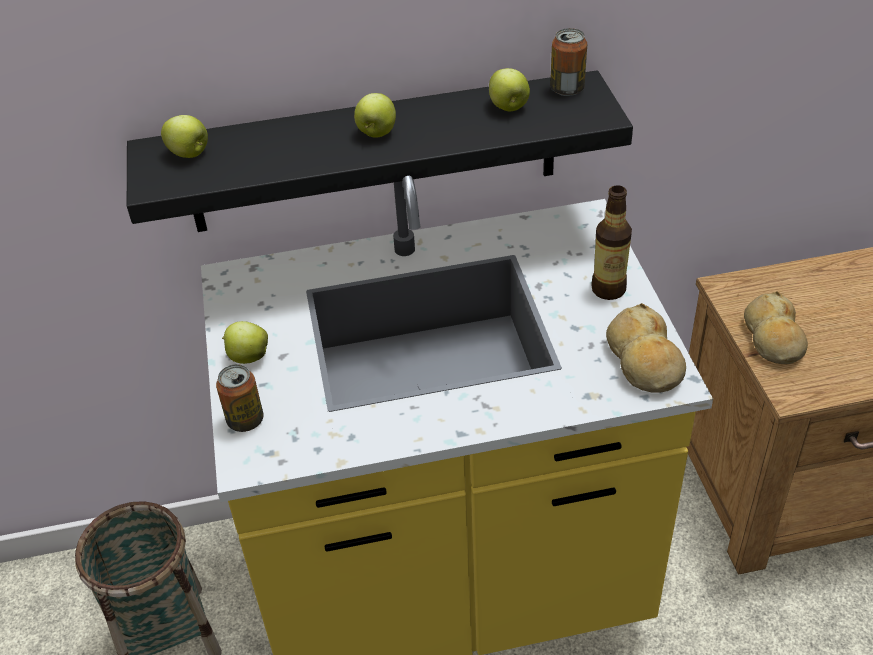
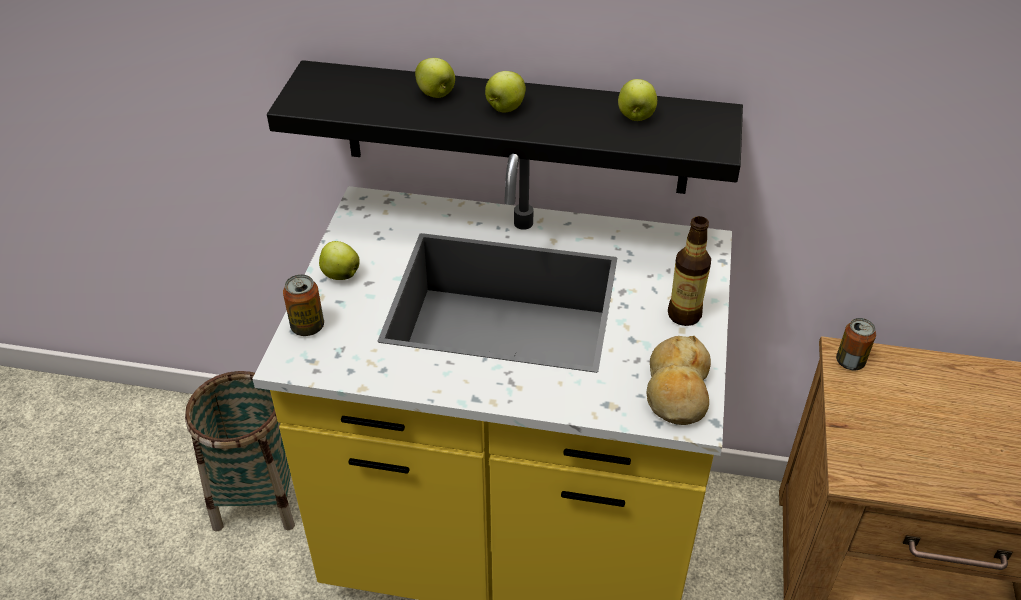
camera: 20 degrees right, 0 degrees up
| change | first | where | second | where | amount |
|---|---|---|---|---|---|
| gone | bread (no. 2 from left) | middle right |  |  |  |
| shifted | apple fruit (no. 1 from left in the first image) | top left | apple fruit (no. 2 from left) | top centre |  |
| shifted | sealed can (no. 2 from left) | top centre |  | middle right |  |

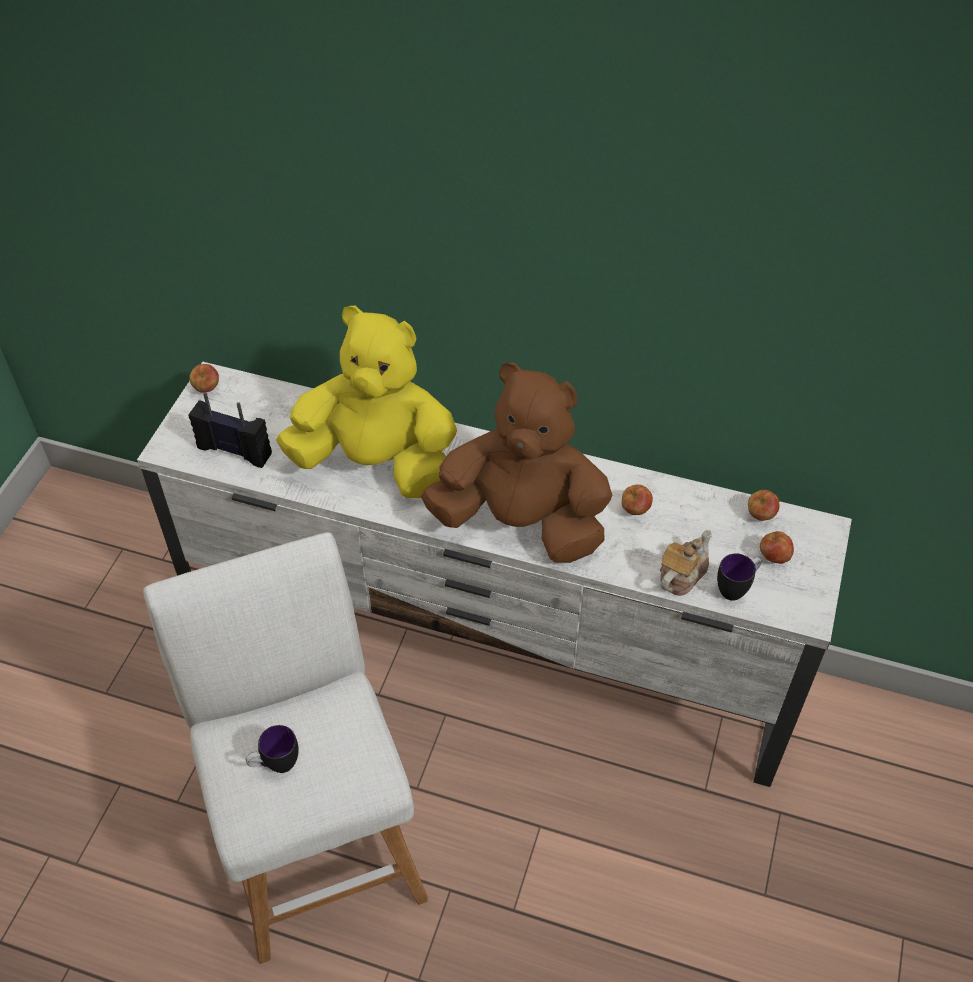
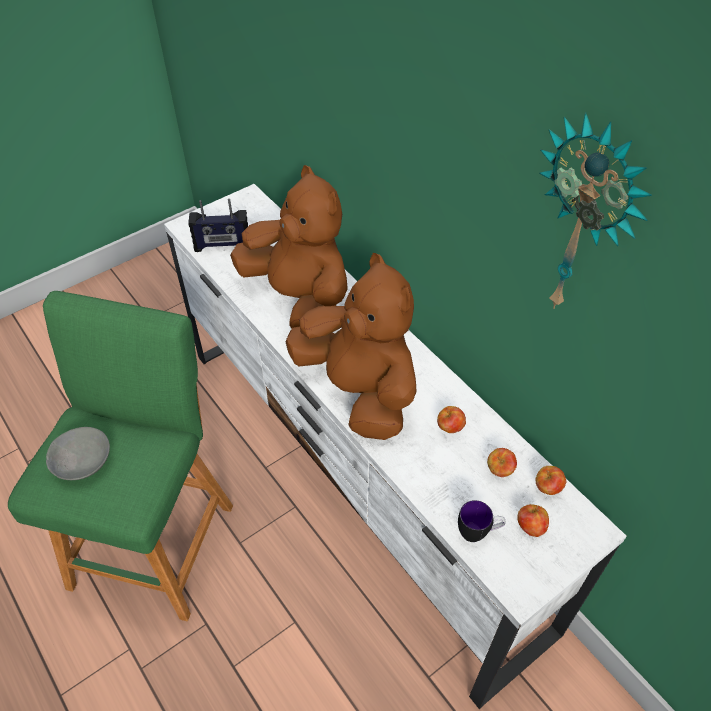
camera: 35 degrees right, 0 degrees up
| change | first | where | second | where | amount |
|---|---|---|---|---|---|
| gone | pot for tea | middle right |  |  |  |
| new |  |  | hanging clock | top right |  |
| shifted | apple fruit (no. 1 from left in the first image) | middle left | apple fruit (no. 2 from left) | middle right |  |
| swapped | tea mug (no. 1 from left) | bottom left | greyish deep dish | middle left |  |
| repainted | white-coloured sitting stool | bottom left | green sitting stool | middle left |  |
| repainted | yellowish cuddly toy | centre | brown-coloured cuddly toy (no. 1 from left) | centre |  |
| rotated | radio | middle left |  | top left | 120 degrees clockwise |

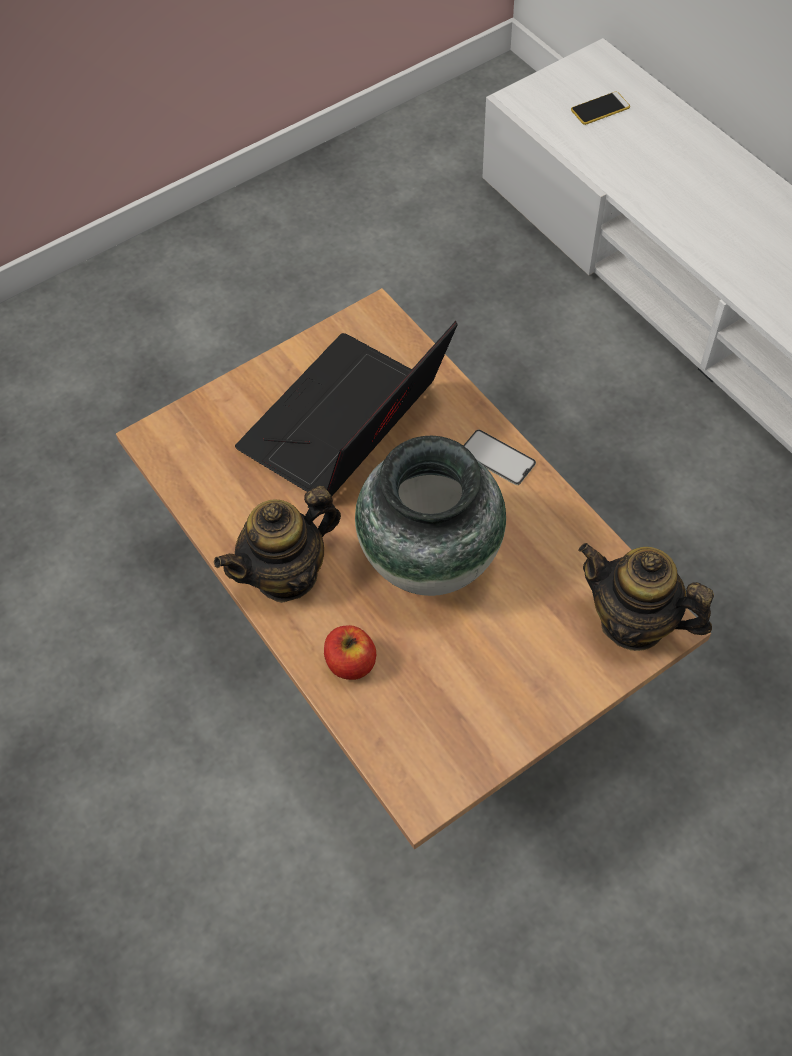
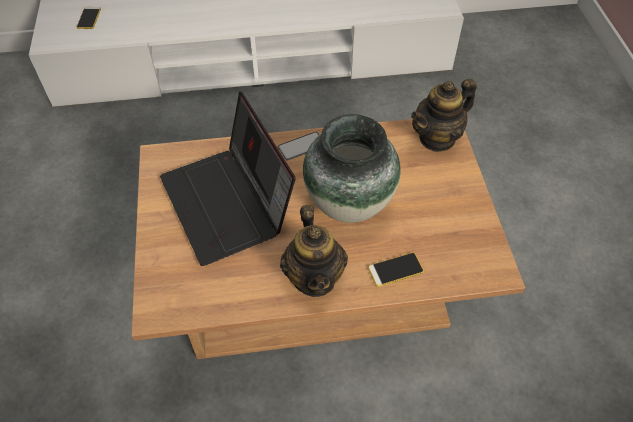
camera: 65 degrees left, 5 degrees down
| change | first | where | second | where | amount |
|---|---|---|---|---|---|
| swapped | apple fruit | centre | phone (no. 3 from left) | centre |  |

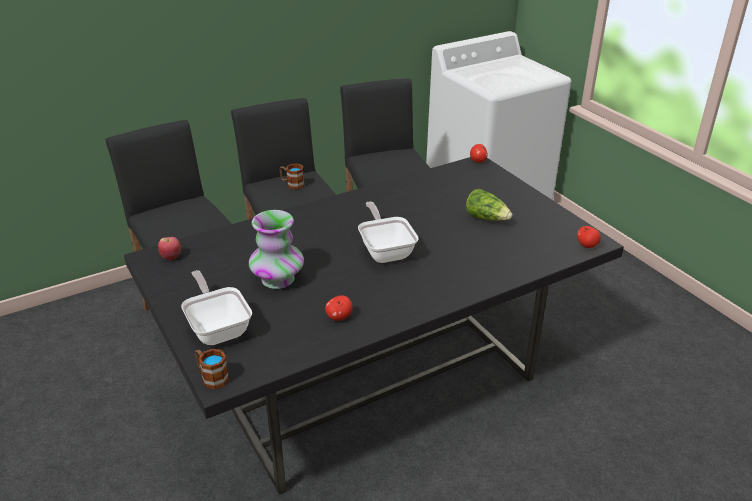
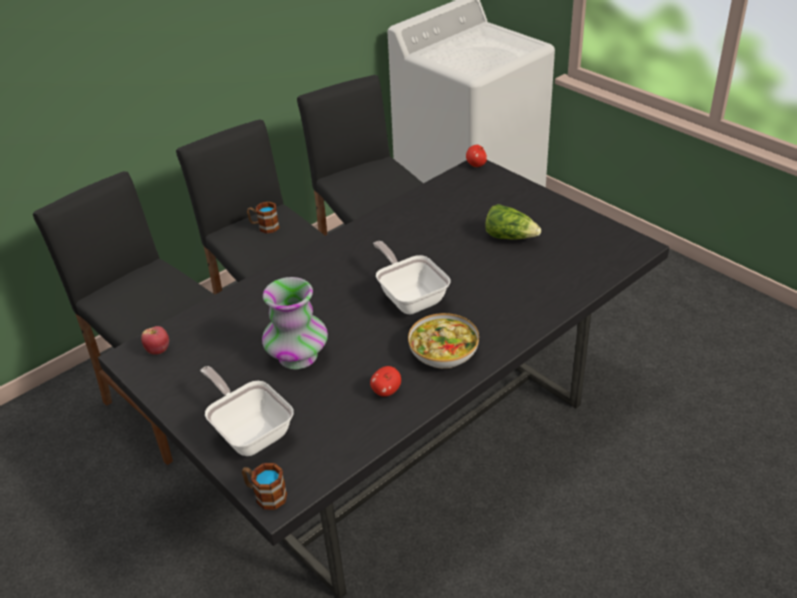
camera: 10 degrees left, 5 degrees up
| change | first | where | second | where | amount |
|---|---|---|---|---|---|
| gone | apple fruit (no. 4 from left) | middle right |  |  |  |
| new |  |  | deep dish | centre |  |

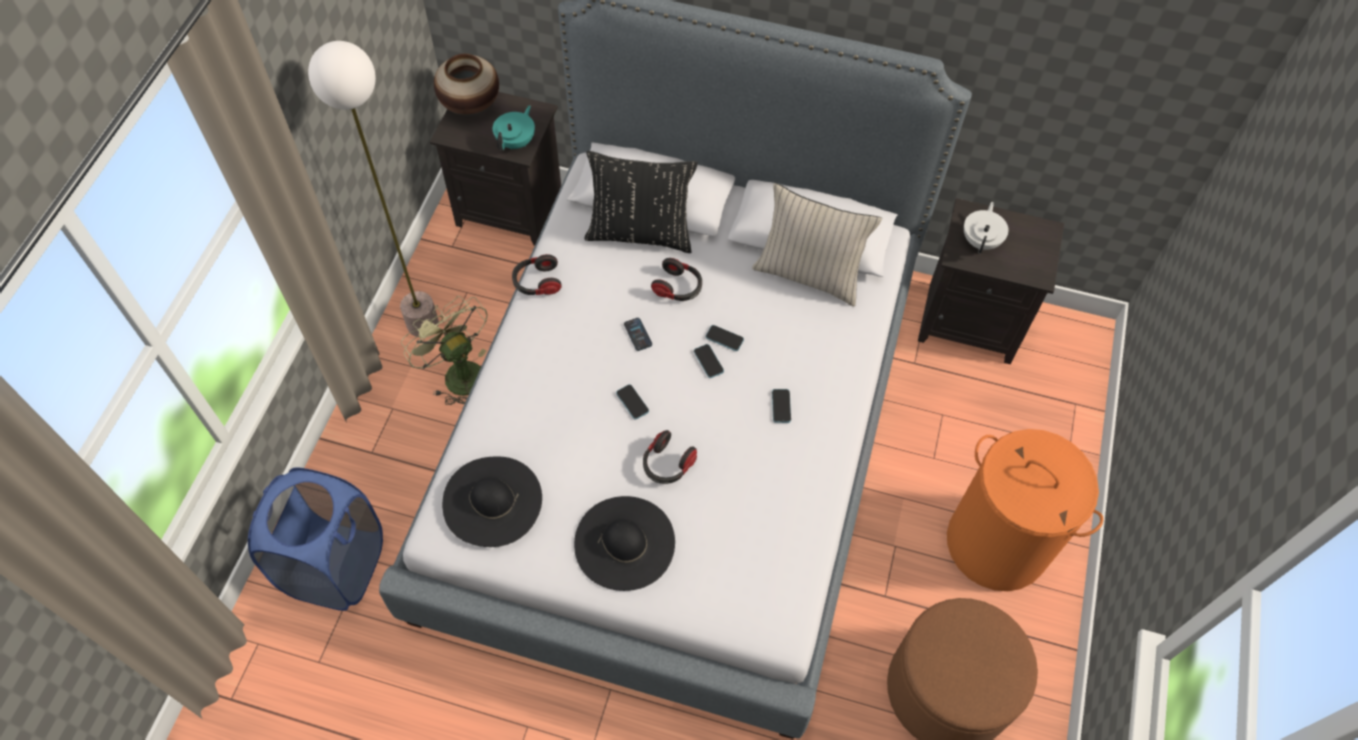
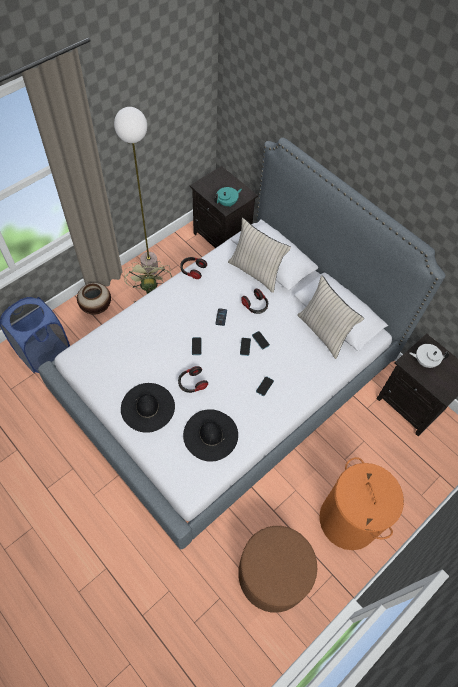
camera: 30 degrees right, 0 degrees up
| change | first | where | second | where | amount |
|---|---|---|---|---|---|
| shifted | decorative vase | top centre |  | middle left |  |
| shifted | blackish wearable hat (no. 1 from left in the first image) | bottom centre | blackish wearable hat (no. 2 from left) | centre |  |
| repainted | blackish cushion | top centre | beige-coloured cushion (no. 1 from left) | centre |  |
| rotated | white-coloured pot for tea | top right |  | middle right | 135 degrees counterclockwise |

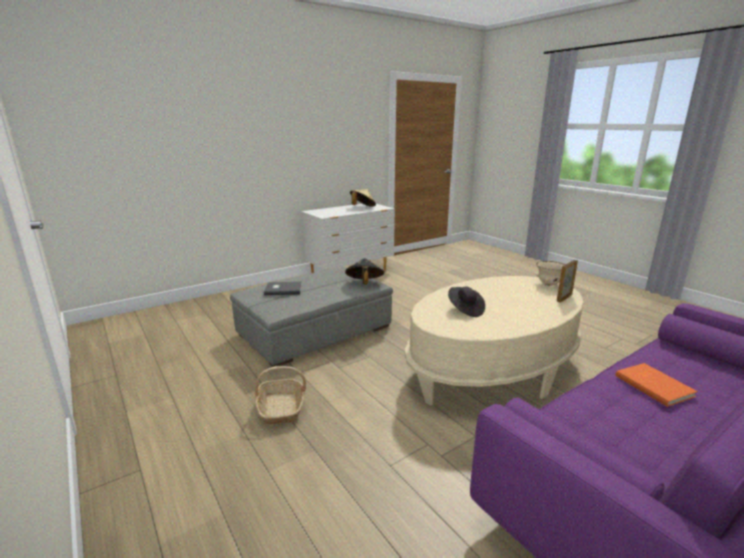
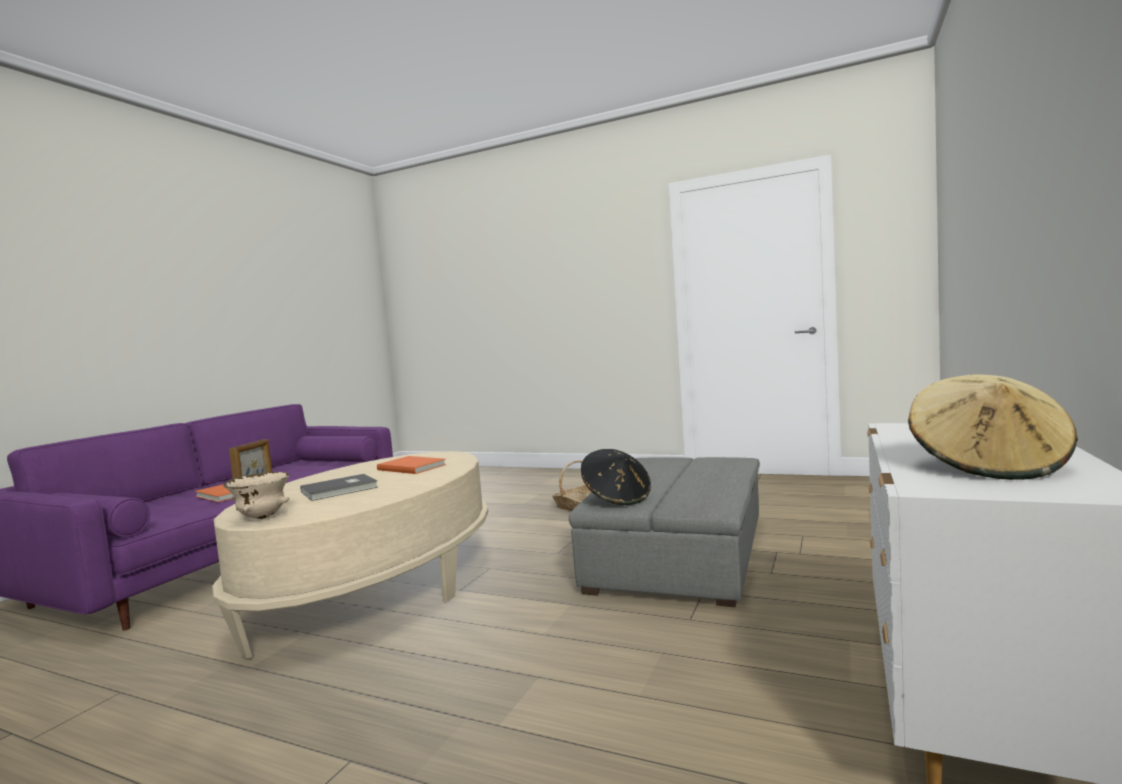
camera: 150 degrees right, 15 degrees down
| change | first | where | second | where | amount |
|---|---|---|---|---|---|
| shifted | greyish bound book | centre |  | middle left |  |
| swapped | blackish wearable hat (no. 2 from left) | centre | orange bound book (no. 2 from left) | centre |  |

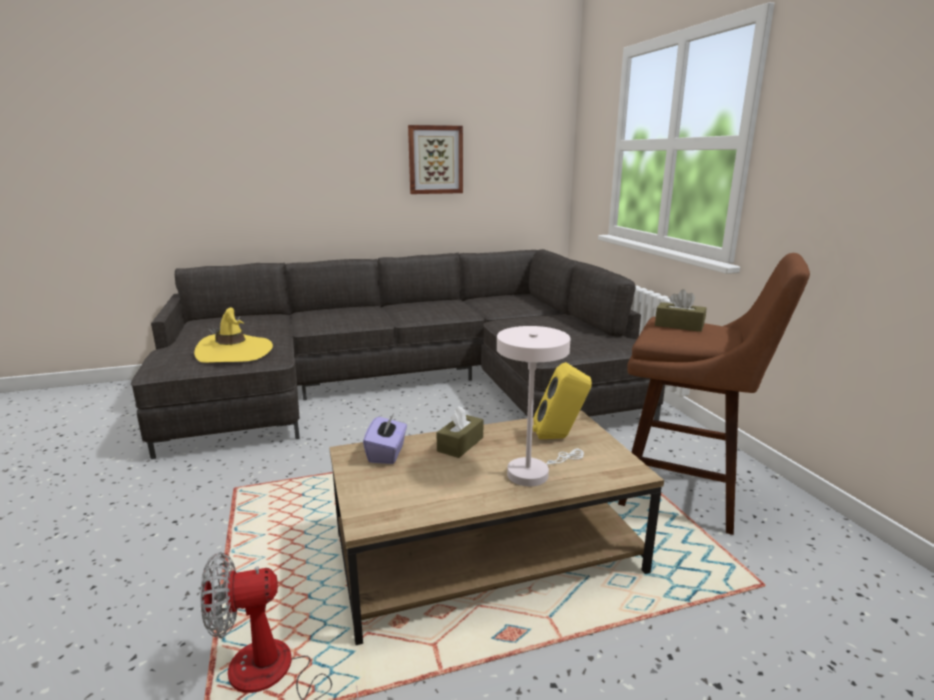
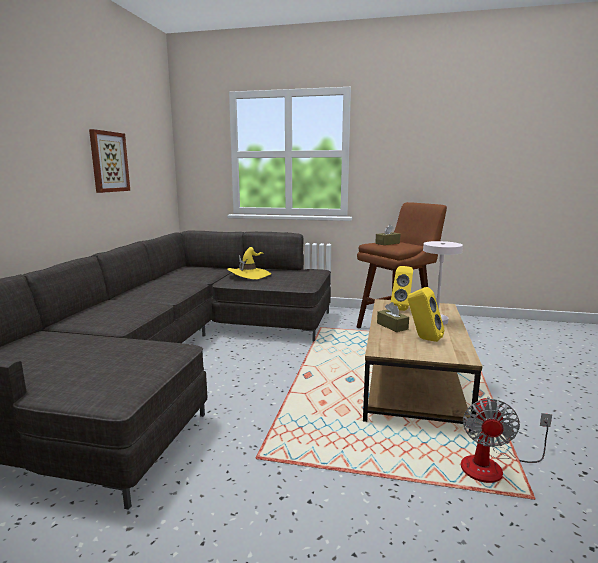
camera: 60 degrees left, 5 degrees down
| change | first | where | second | where | amount |
|---|---|---|---|---|---|
| gone | purple-coloured tissue holder | centre |  |  |  |
| new |  |  | yellowish speaker (no. 2 from left) | middle right |  |
| shifted | yellowish wearable hat | middle left |  | centre |  |

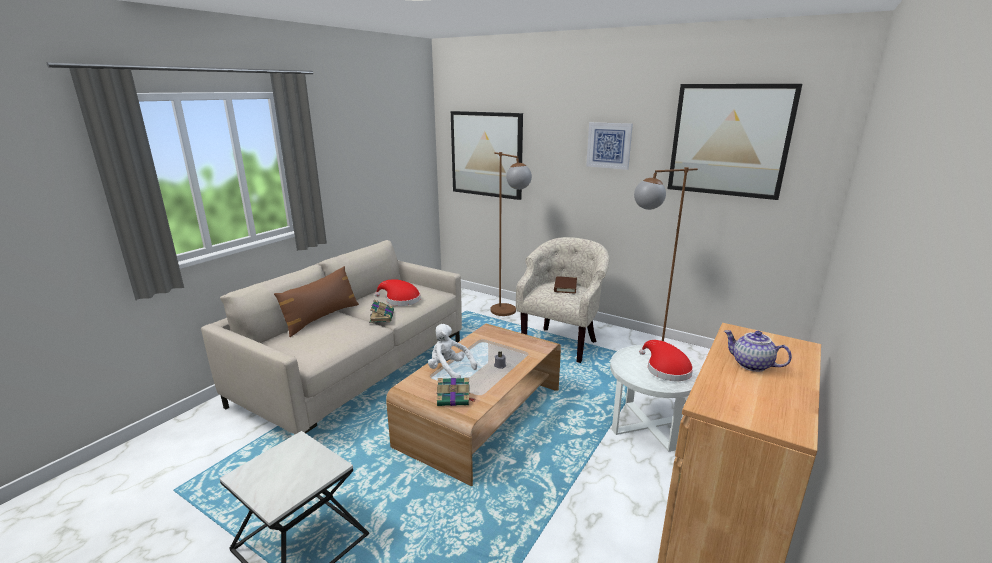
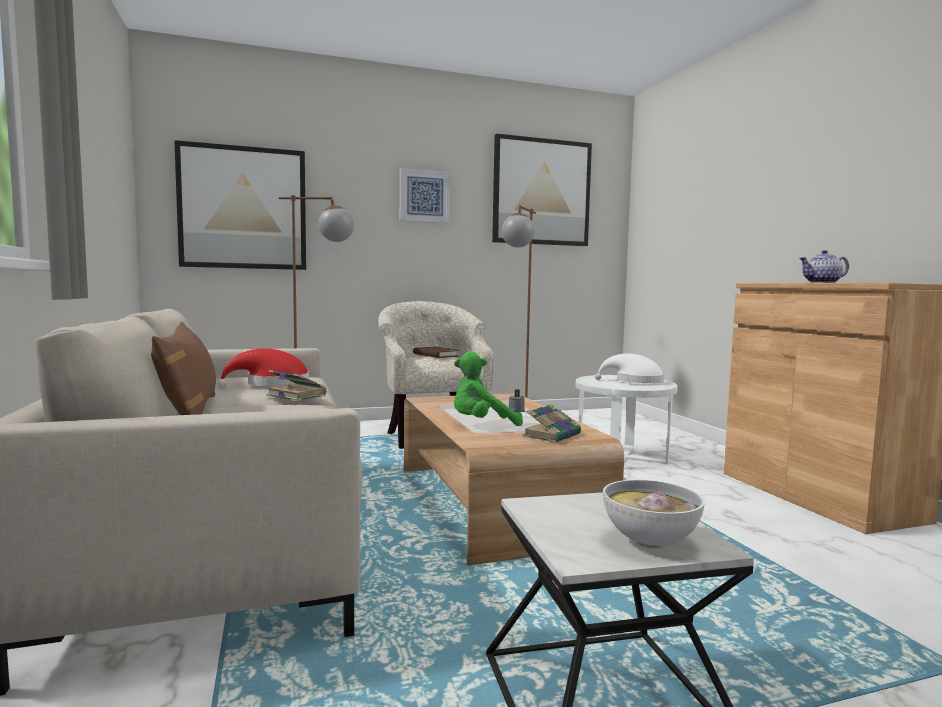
camera: 50 degrees left, 15 degrees down
| change | first | where | second | where | amount |
|---|---|---|---|---|---|
| new |  |  | deep dish | bottom right |  |
| repainted | white-coloured cuddly toy | centre | green cuddly toy | centre |  |
| repainted | red wearable hat (no. 2 from left) | middle right | white-coloured wearable hat | middle right |  |

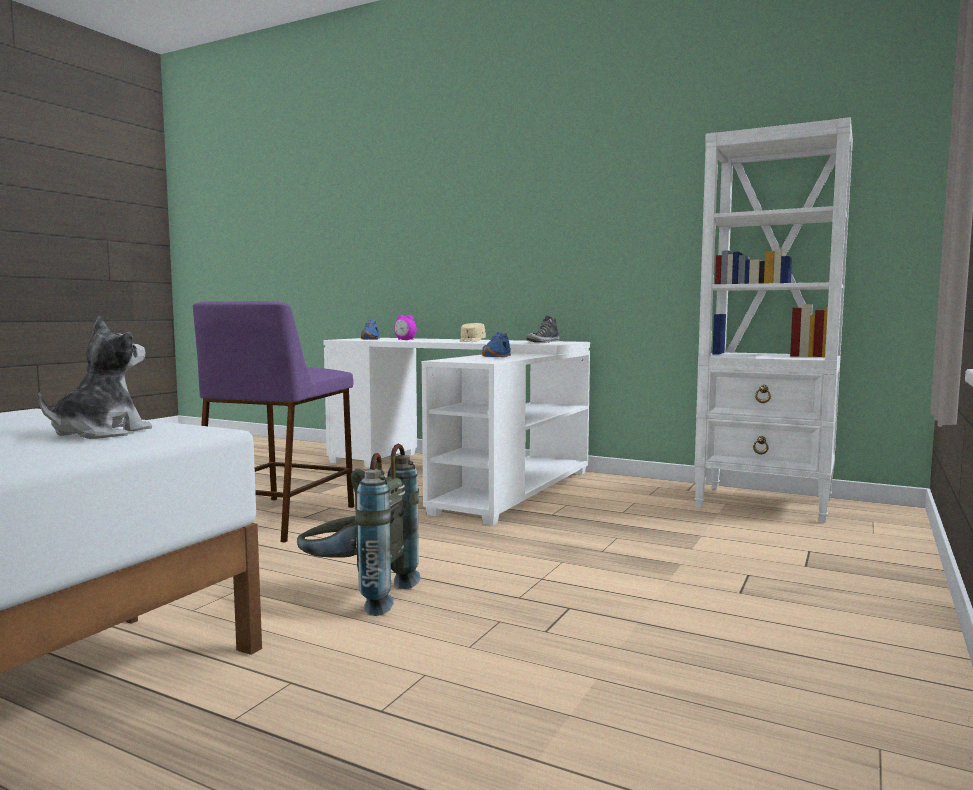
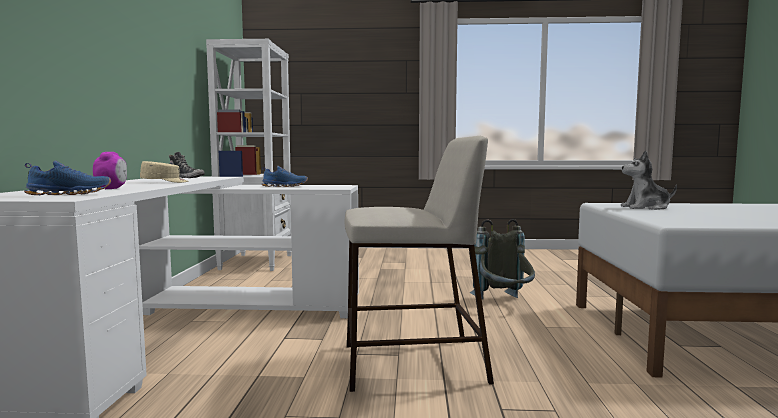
camera: 115 degrees left, 0 degrees up
| change | first | where | second | where | amount |
|---|---|---|---|---|---|
| repainted | purple-coloured sitting stool | middle left | beige-coloured sitting stool | centre |  |

